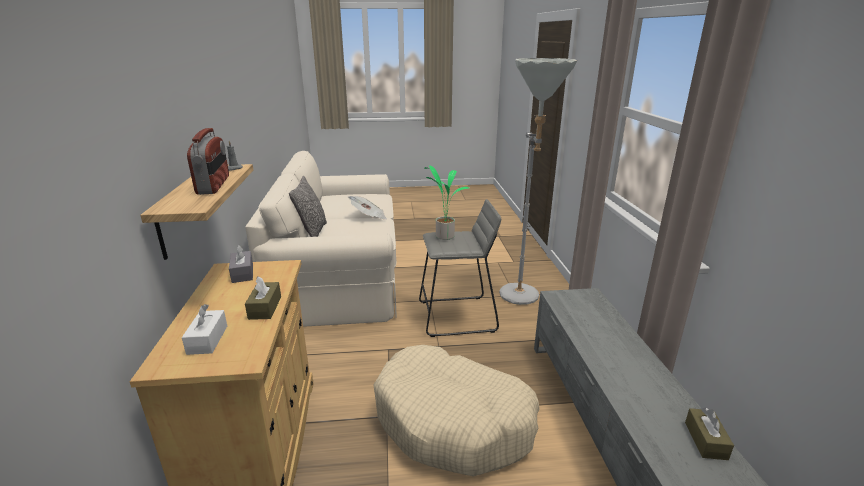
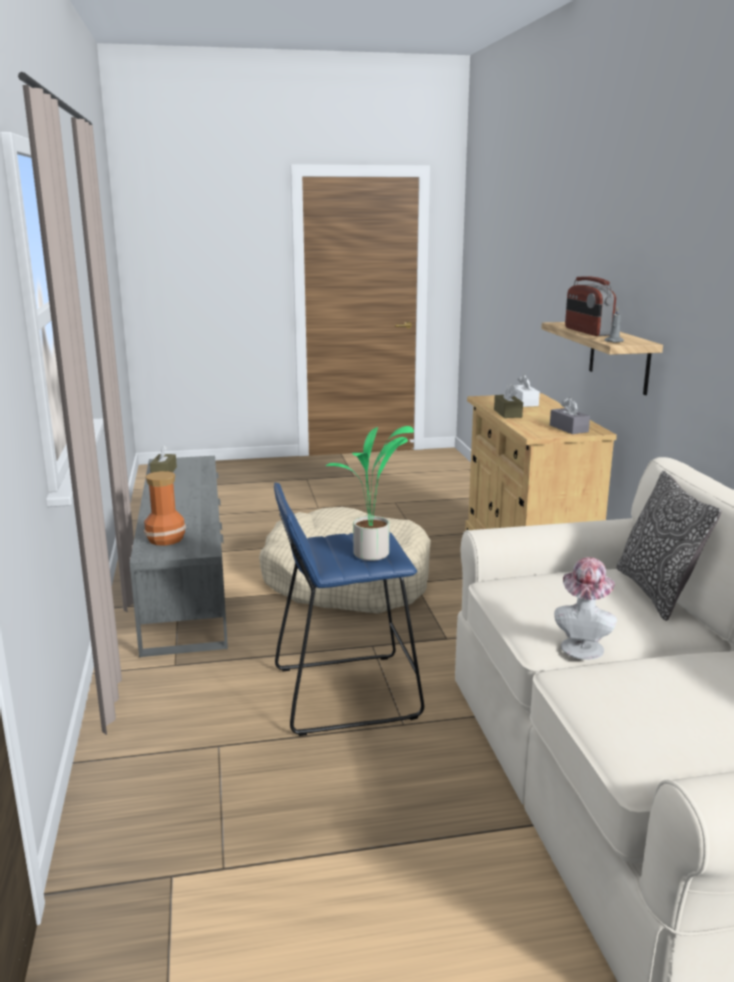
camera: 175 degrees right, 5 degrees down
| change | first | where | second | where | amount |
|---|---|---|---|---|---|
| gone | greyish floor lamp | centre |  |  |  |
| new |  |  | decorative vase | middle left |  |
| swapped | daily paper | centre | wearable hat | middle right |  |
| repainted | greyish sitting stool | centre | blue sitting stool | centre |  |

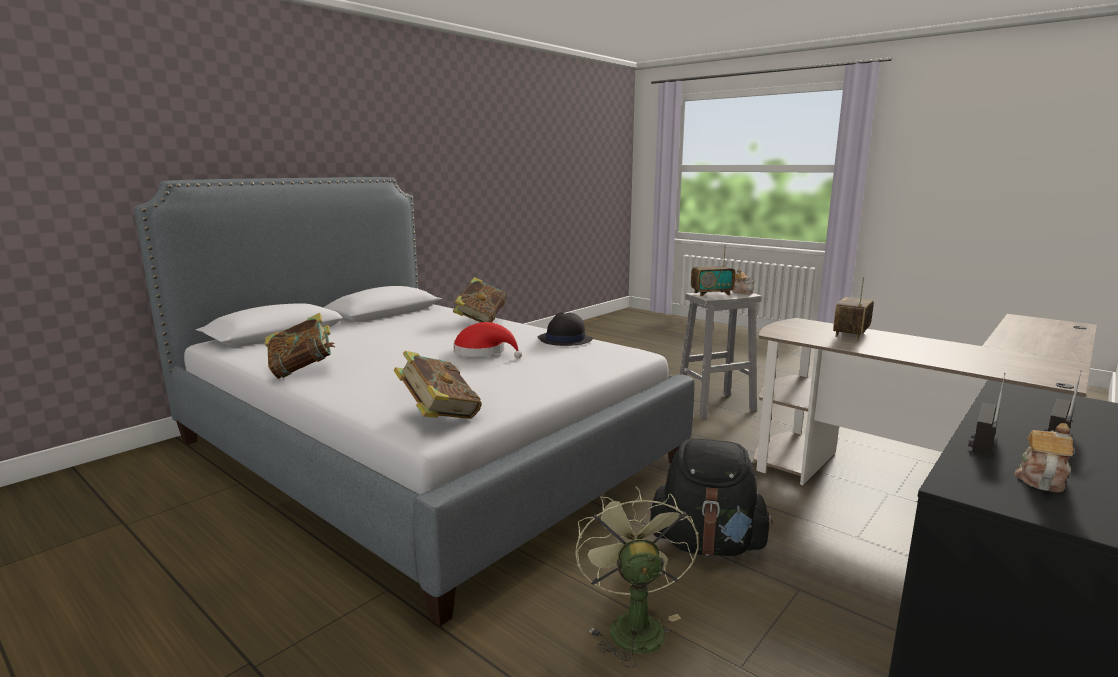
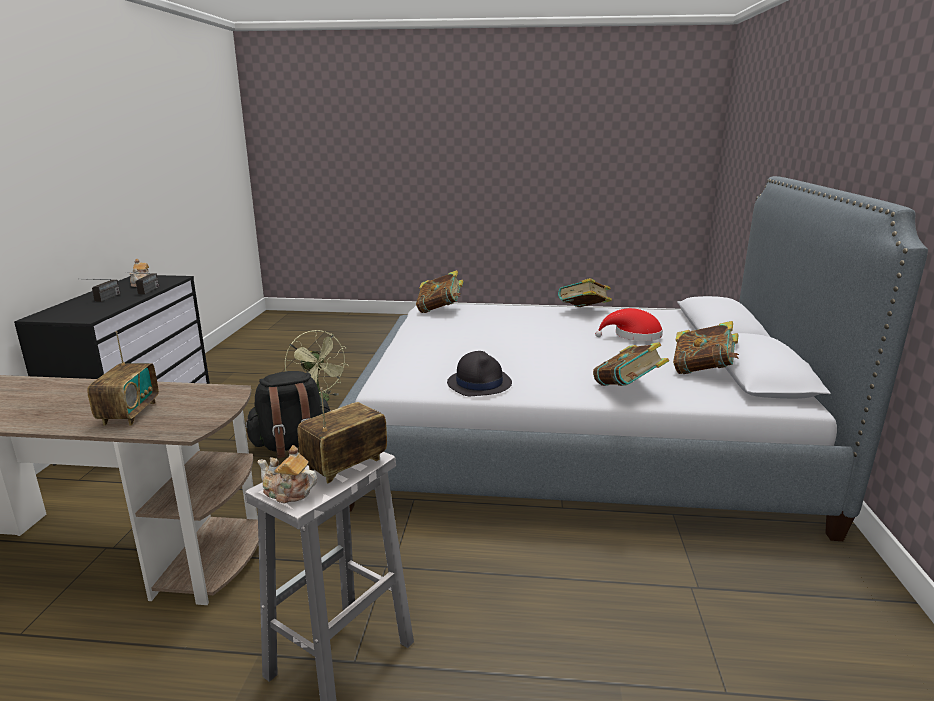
camera: 145 degrees right, 5 degrees up
| change | first | where | second | where | amount |
|---|---|---|---|---|---|
| new |  |  | bound book (no. 4 from left) | middle right |  |
| shifted | red wearable hat | centre |  | middle right |  |

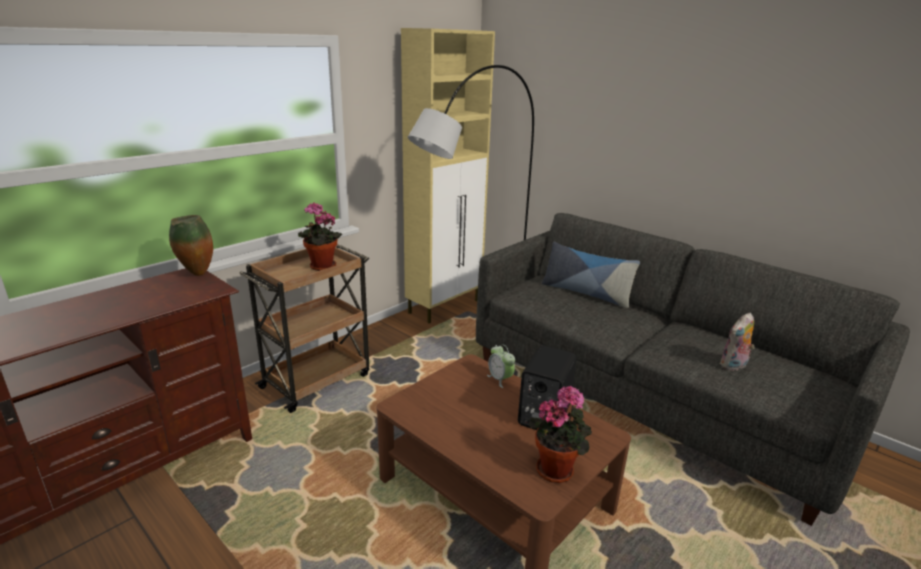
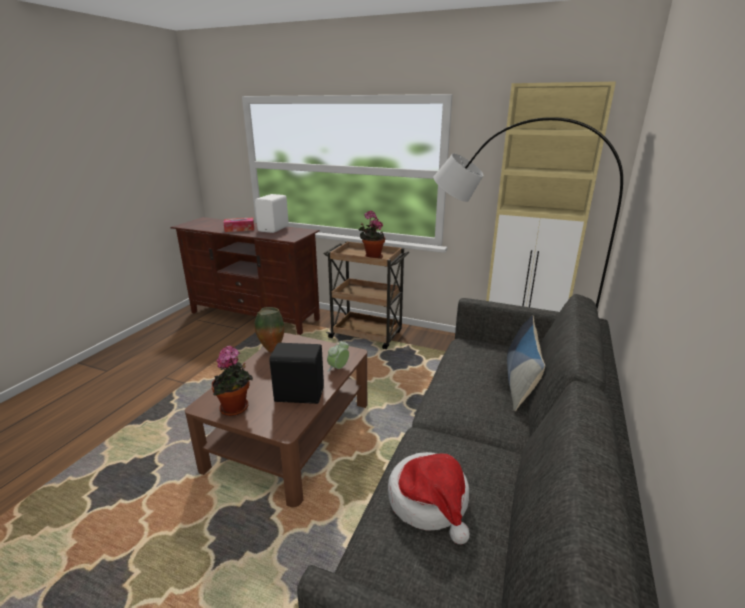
camera: 70 degrees right, 0 degrees up
| change | first | where | second | where | amount |
|---|---|---|---|---|---|
| new |  |  | tissue holder | middle left |  |
| new |  |  | white-coloured speaker | centre |  |
| shifted | decorative vase | middle left |  | centre |  |
| swapped | cuddly toy | middle right | wearable hat | bottom centre |  |

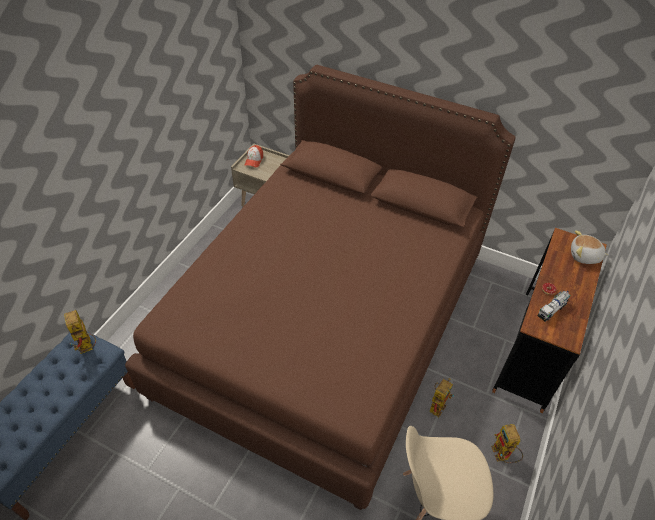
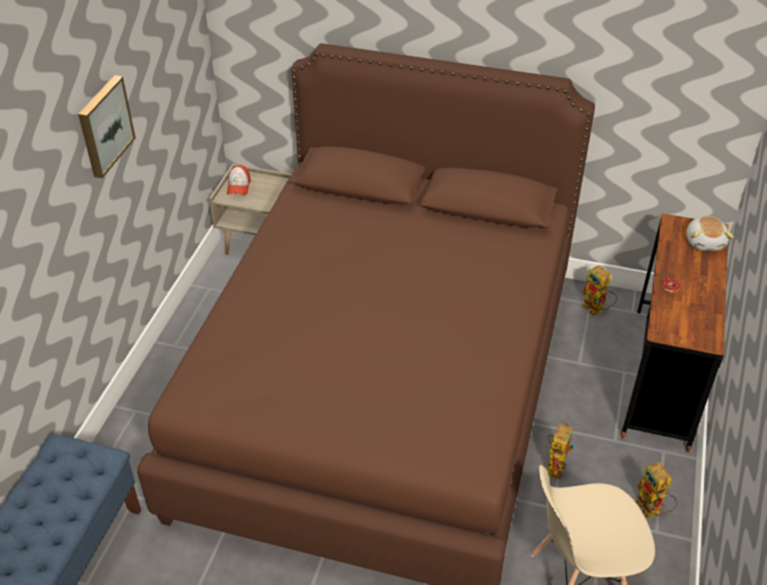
camera: 10 degrees left, 5 degrees down
| change | first | where | second | where | amount |
|---|---|---|---|---|---|
| gone | toy lorry | middle right |  |  |  |
| new |  |  | wall picture | top left |  |
| shifted | toy robot (no. 1 from left in the first image) | middle left | toy robot (no. 2 from left) | middle right |  |
| rotated | cuddly toy | middle right |  | middle right | 90 degrees counterclockwise |

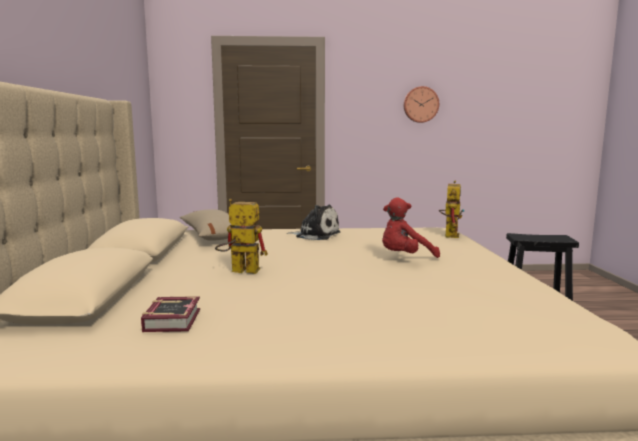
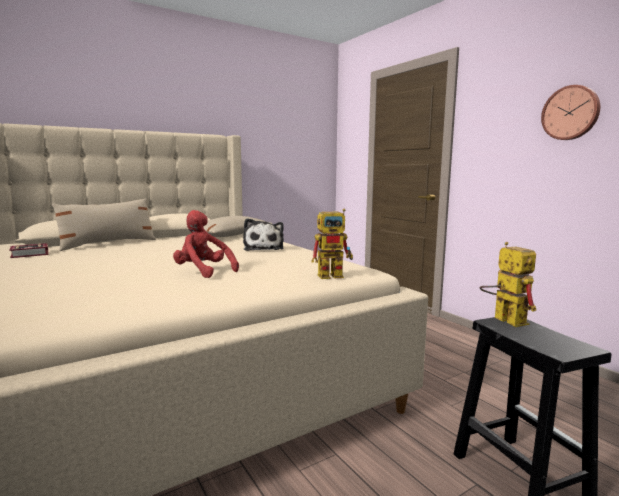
camera: 60 degrees right, 0 degrees up
| change | first | where | second | where | amount |
|---|---|---|---|---|---|
| new |  |  | beige-coloured cushion (no. 1 from left) | middle left |  |
| shifted | toy robot (no. 1 from left in the first image) | centre | toy robot (no. 2 from left) | middle right |  |

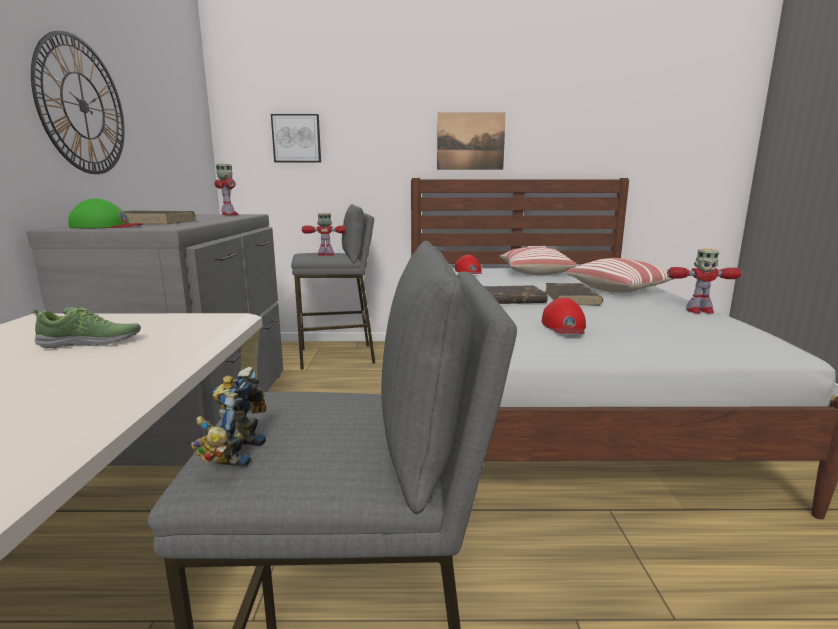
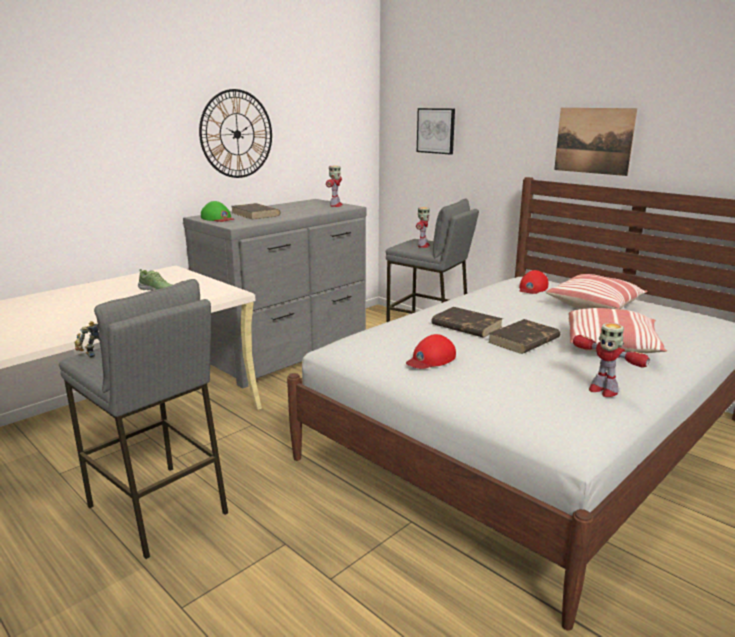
camera: 45 degrees right, 5 degrees up
| change | first | where | second | where | amount |
|---|---|---|---|---|---|
| rotated | toy robot (no. 3 from left) | centre |  | centre | 60 degrees clockwise |

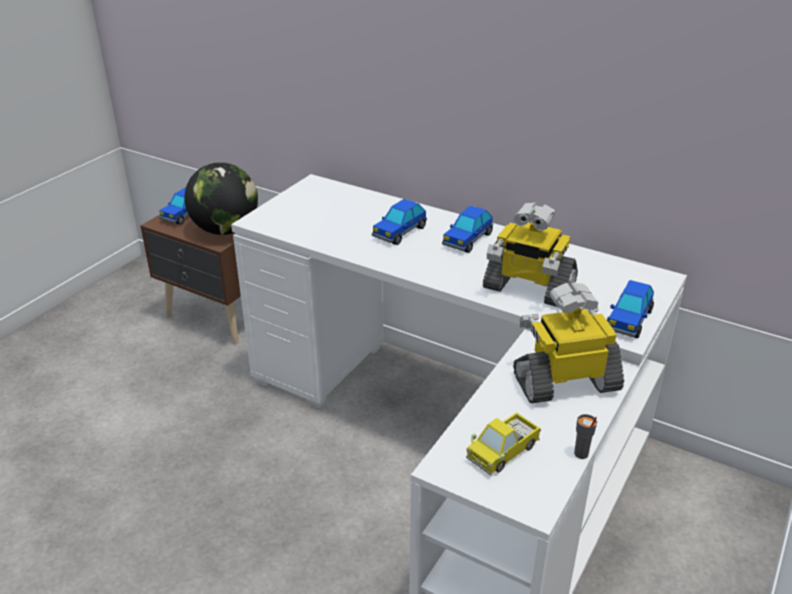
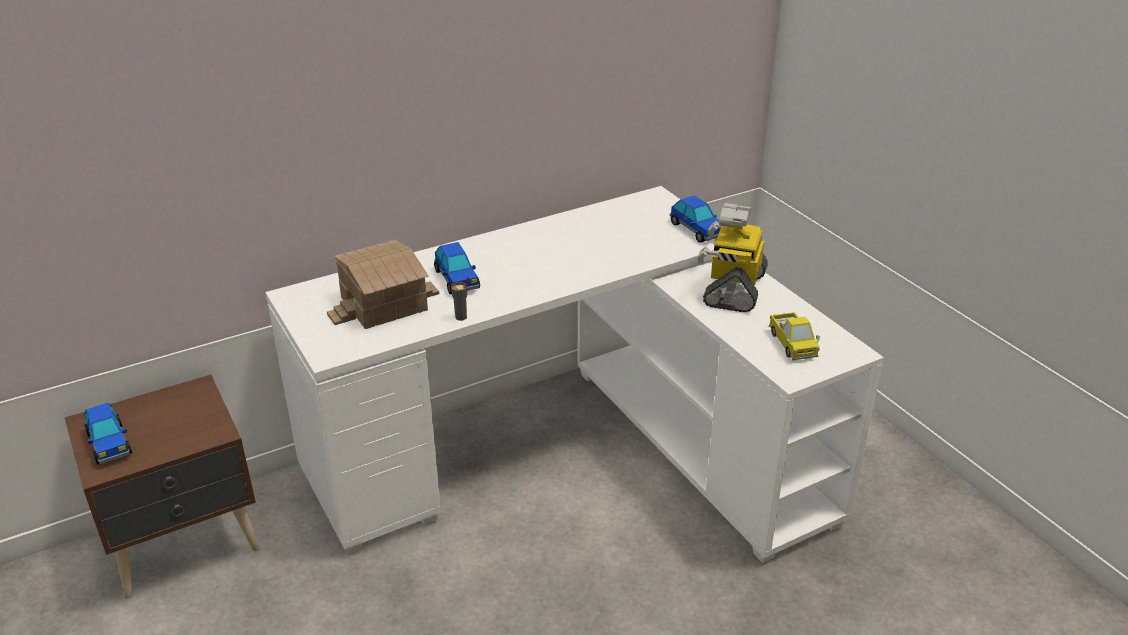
camera: 60 degrees left, 0 degrees up
| change | first | where | second | where | amount |
|---|---|---|---|---|---|
| gone | desk globe | middle left |  |  |  |
| gone | model car (no. 3 from left) | centre |  |  |  |
| gone | toy robot (no. 1 from left) | middle right |  |  |  |
| new |  |  | toy house | centre |  |
| shifted | greyish cup | bottom right |  | centre |  |

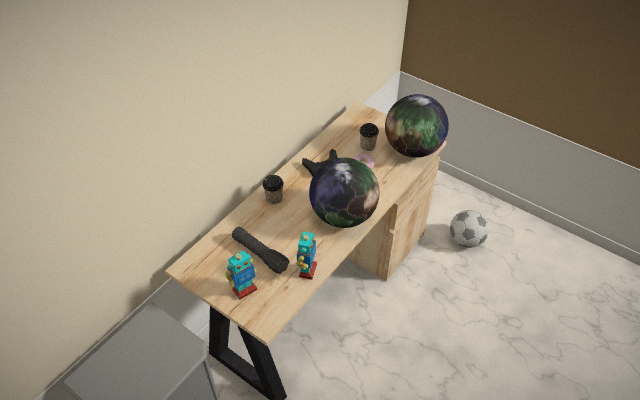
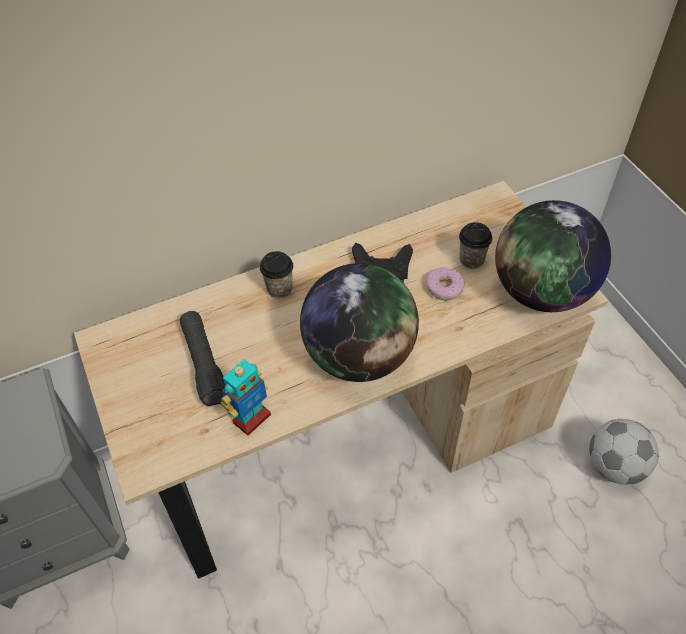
camera: 30 degrees right, 5 degrees up
| change | first | where | second | where | amount |
|---|---|---|---|---|---|
| gone | toy robot (no. 1 from left) | bottom centre |  |  |  |

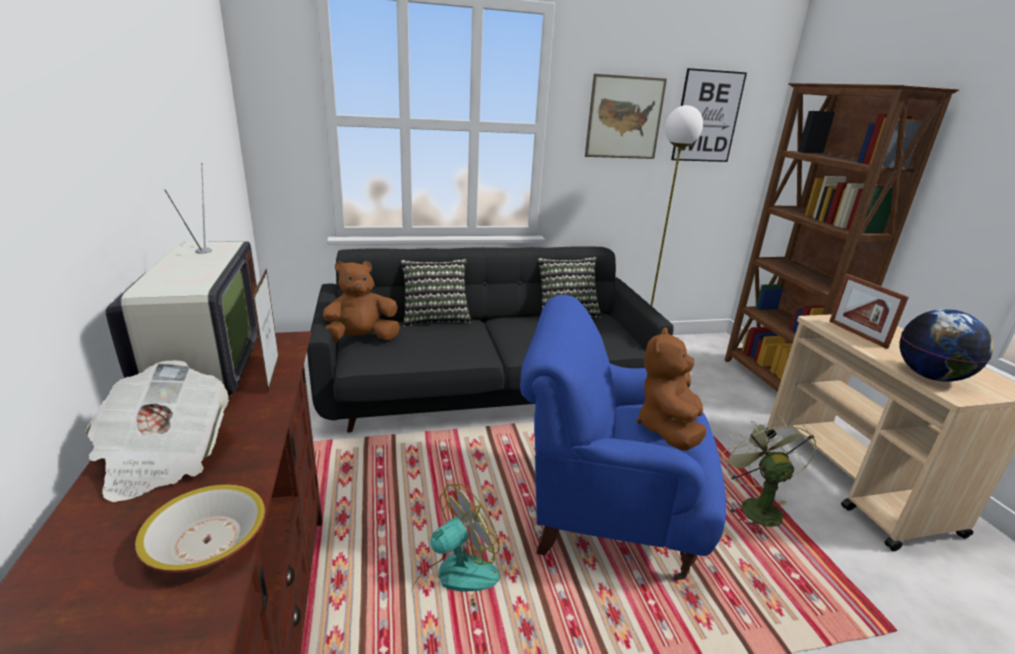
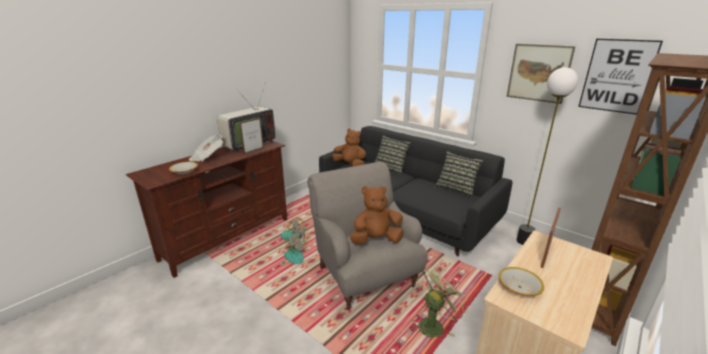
camera: 55 degrees right, 0 degrees up
| change | first | where | second | where | amount |
|---|---|---|---|---|---|
| swapped | desk globe | middle right | deep dish (no. 2 from left) | bottom right |  |
| repainted | blue armchair | bottom centre | greyish armchair | bottom centre |  |

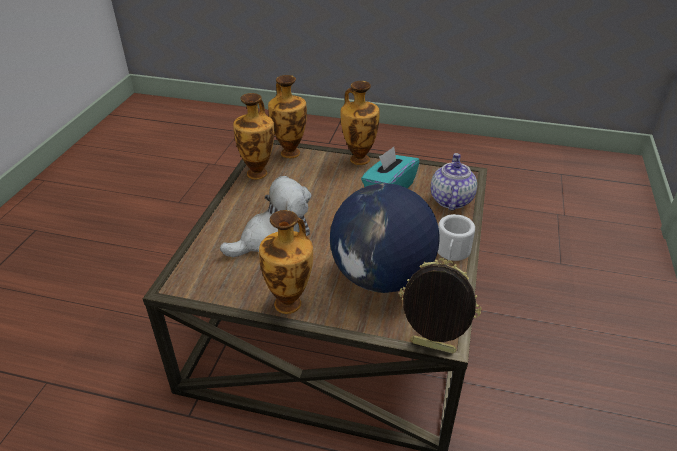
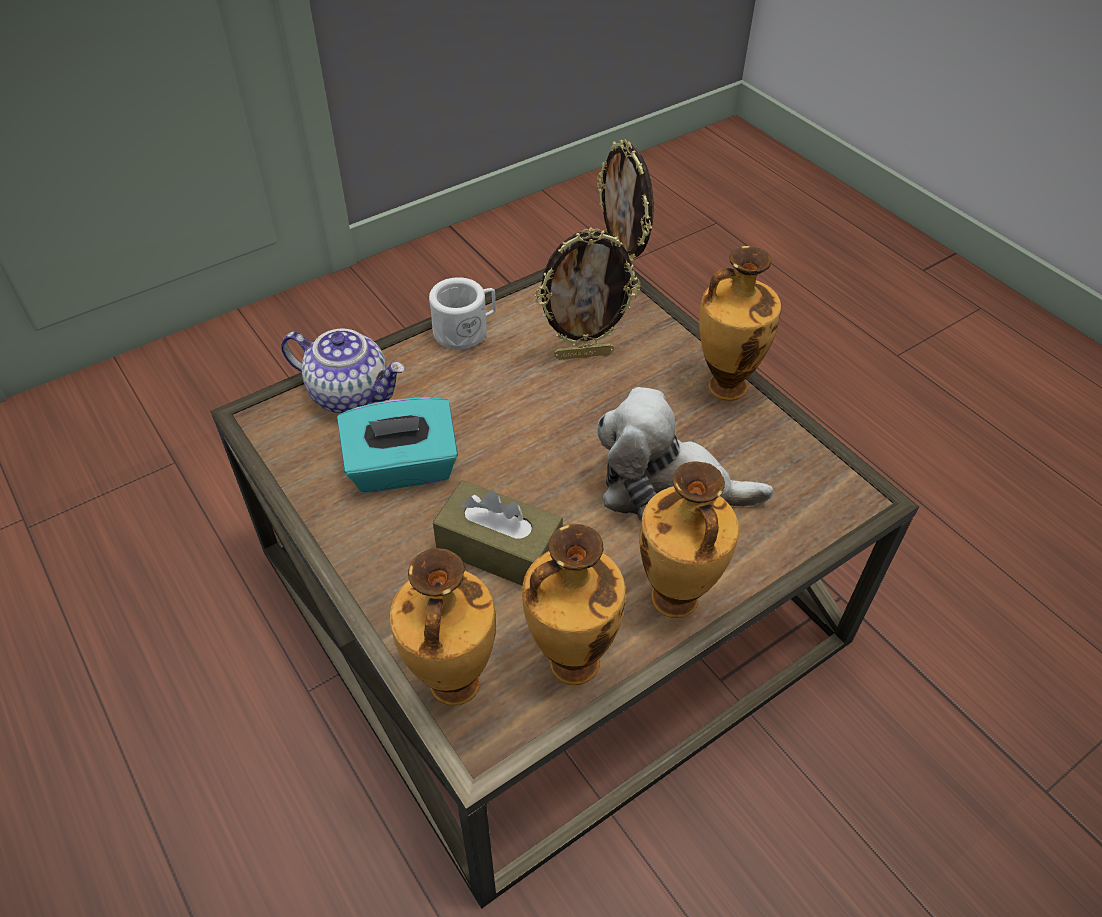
camera: 140 degrees left, 10 degrees up
| change | first | where | second | where | amount |
|---|---|---|---|---|---|
| new |  |  | brown-coloured tissue holder | centre |  |
| shifted | decorative vase (no. 4 from left in the first image) | top centre | decorative vase (no. 3 from left) | centre |  |
| swapped | desk globe | centre | picture frame (no. 1 from left) | top centre |  |
| rotated | pot for tea | middle right |  | middle left | 120 degrees counterclockwise |

